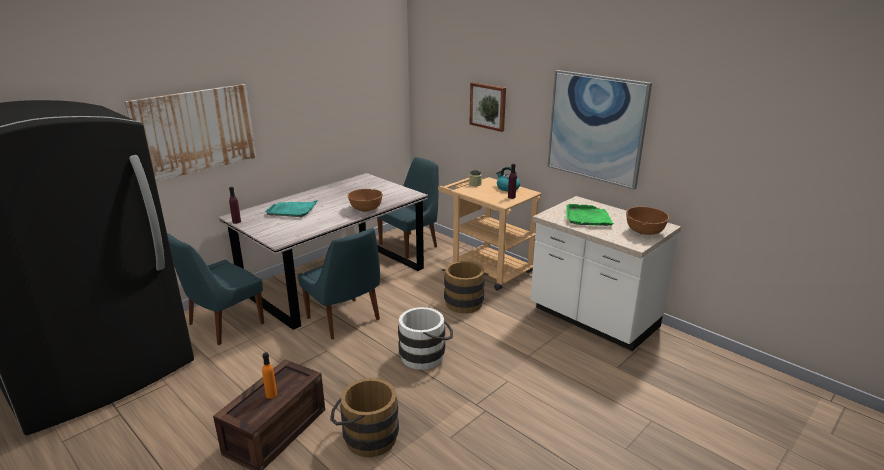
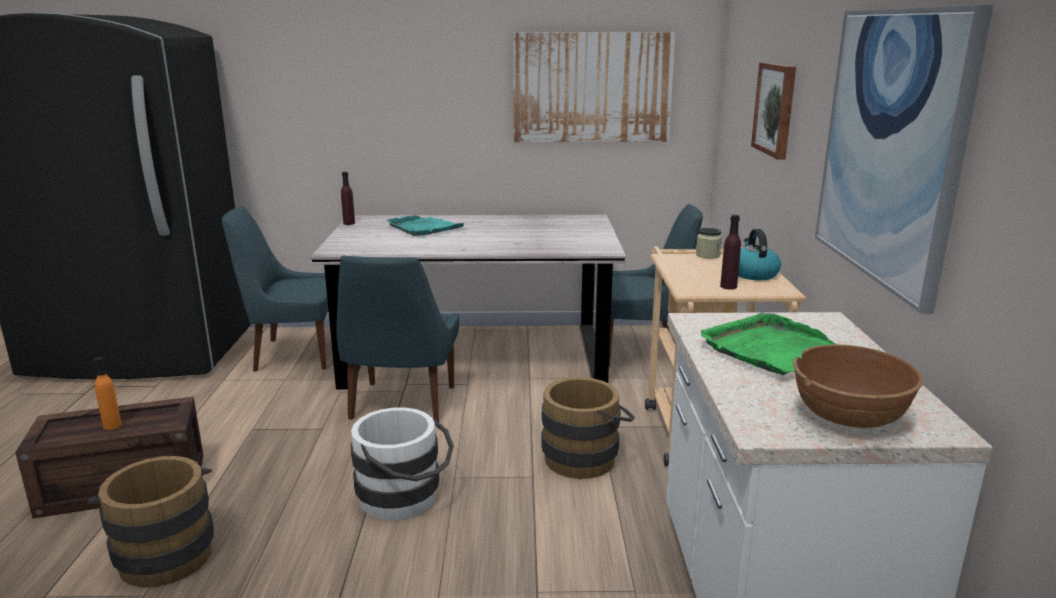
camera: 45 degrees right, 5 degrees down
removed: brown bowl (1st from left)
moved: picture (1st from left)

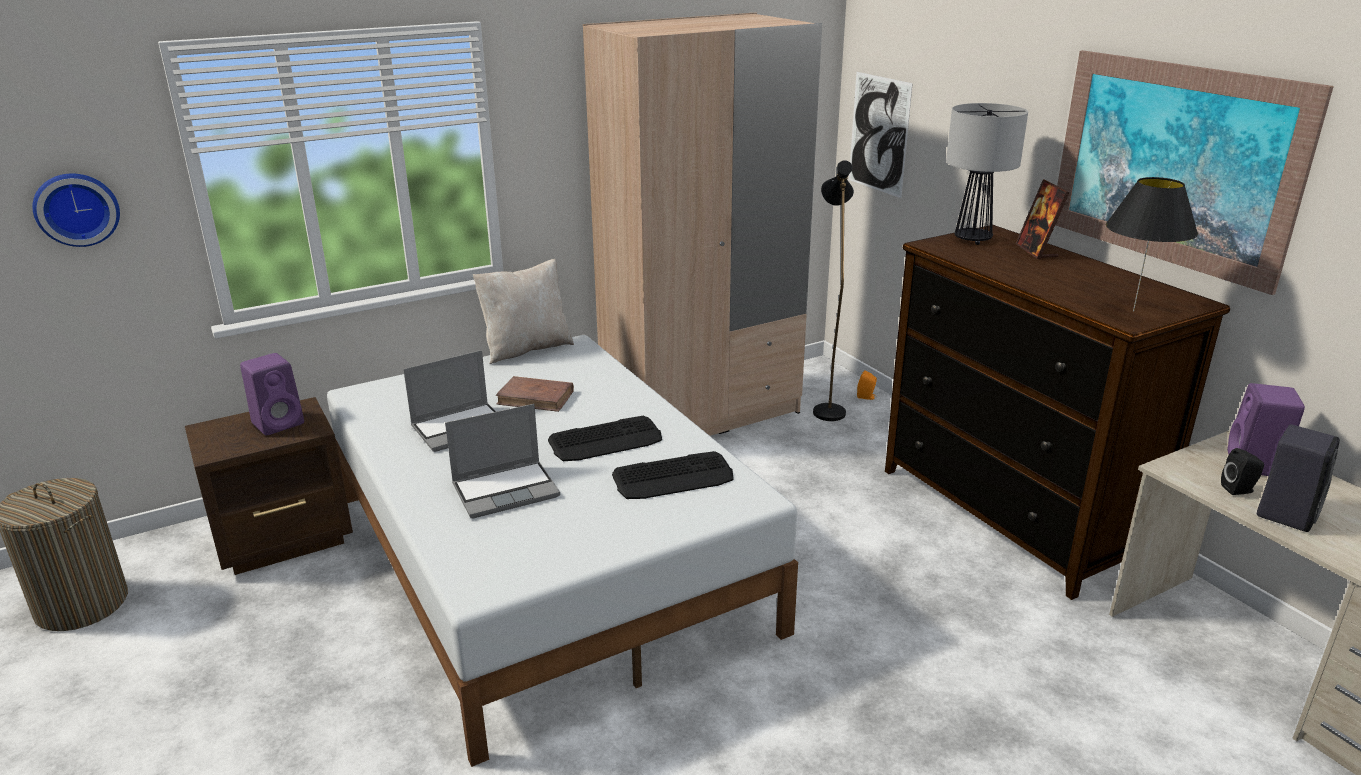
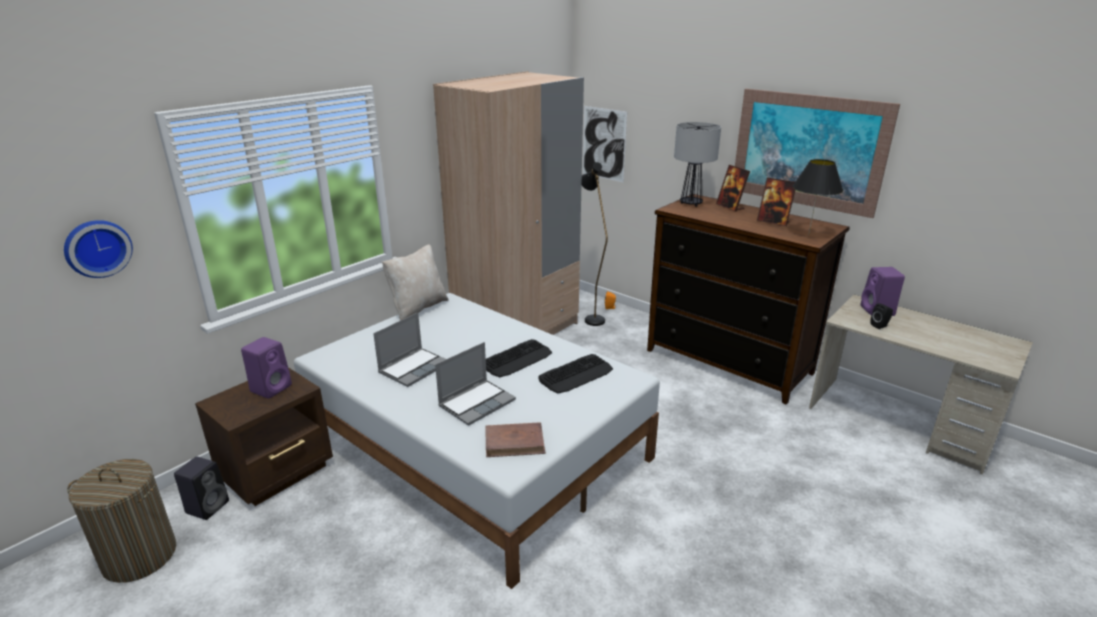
camera: 20 degrees left, 0 degrees up
added: picture frame (2nd from left)
moved: black speaker (2nd from left in the first image) to black speaker (1st from left); brown book

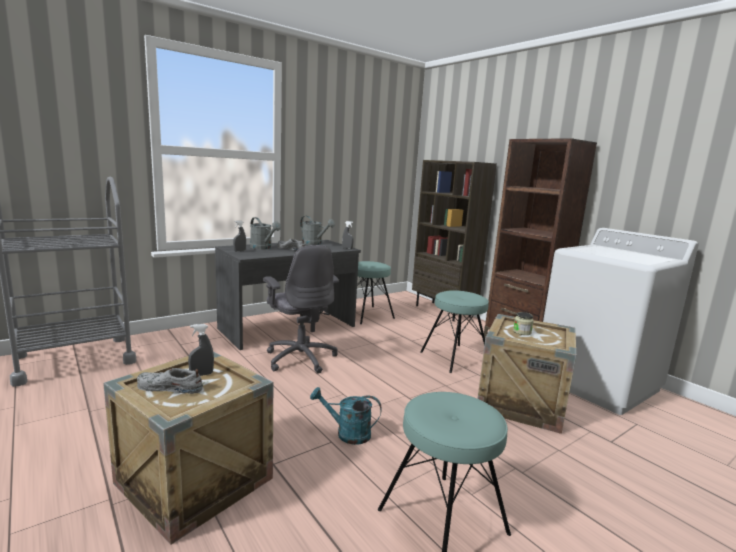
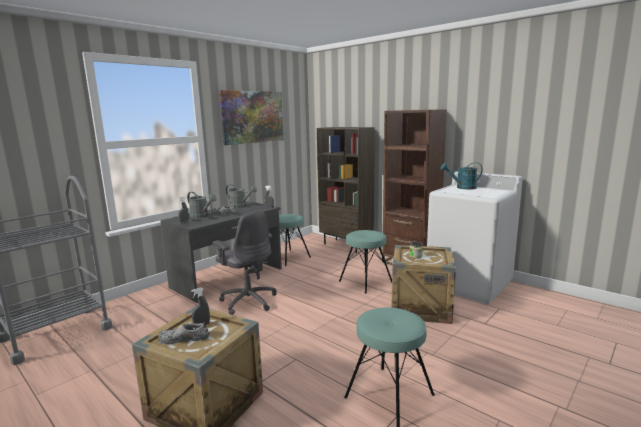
camera: 10 degrees left, 0 degrees up
added: picture
moved: turquoise watering can

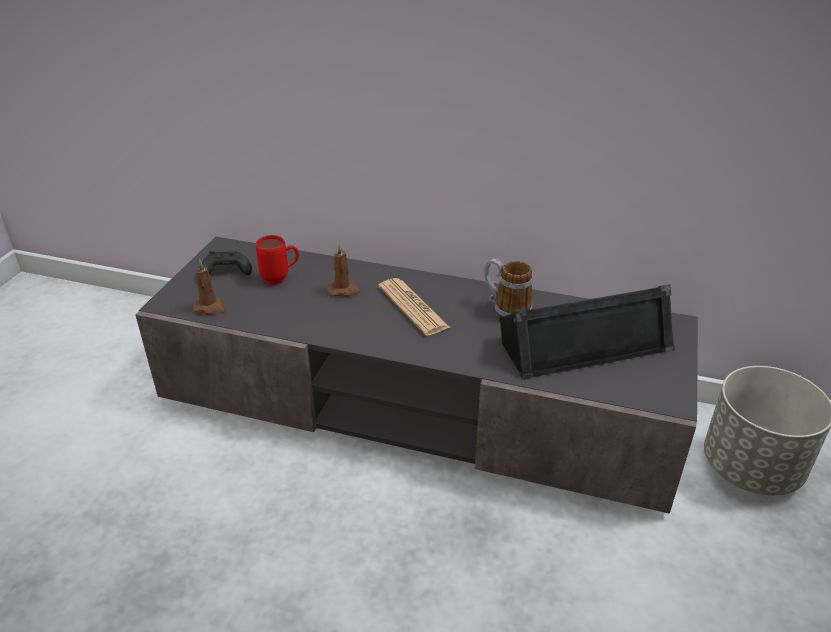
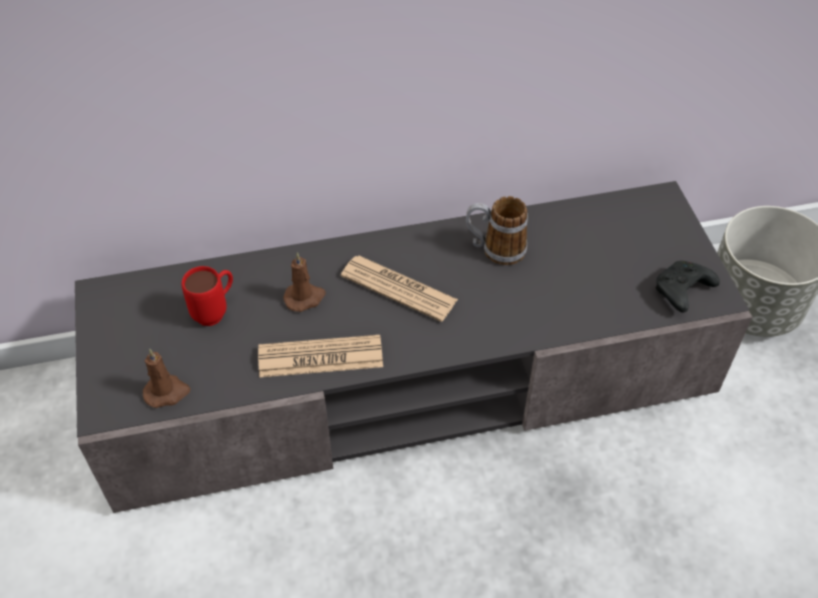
camera: 30 degrees left, 15 degrees up
removed: black speaker
added: newspaper (1st from left)
moved: black game controller

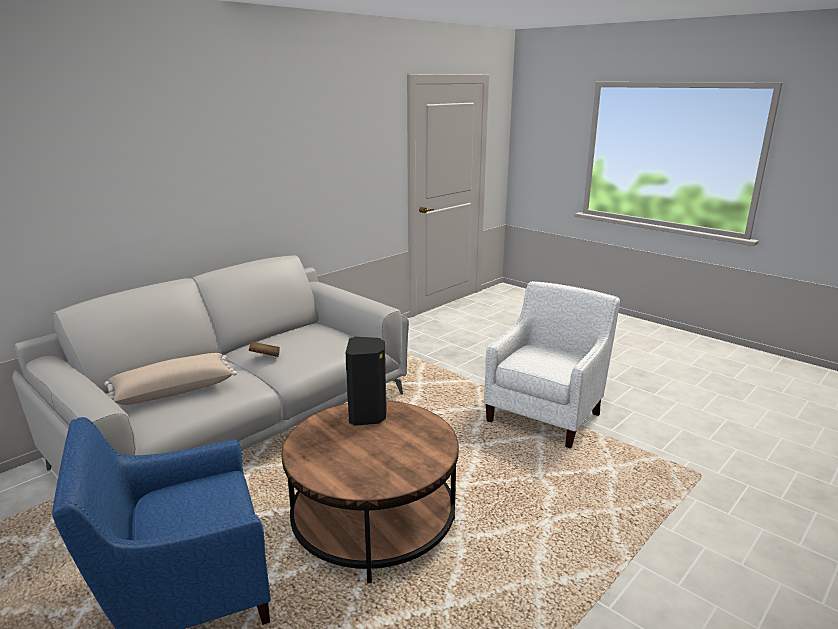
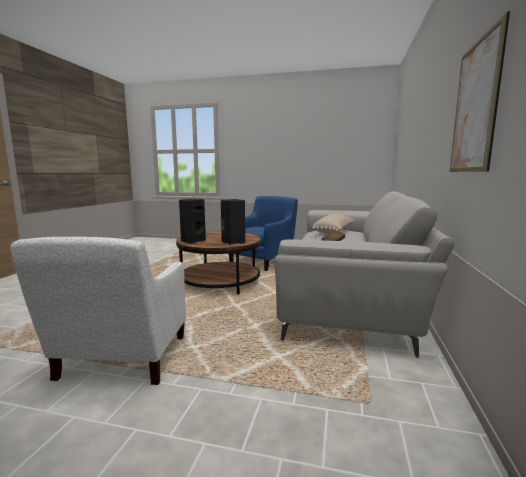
camera: 150 degrees right, 10 degrees down
added: black speaker (1st from left); picture

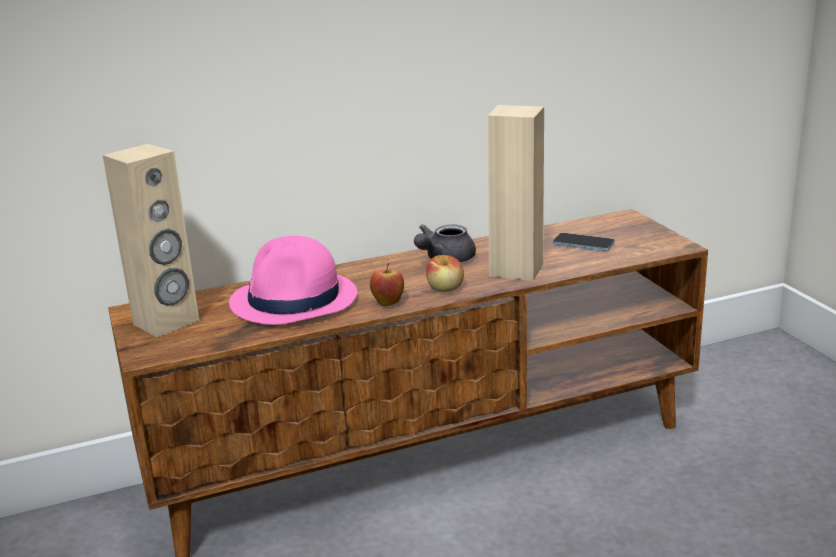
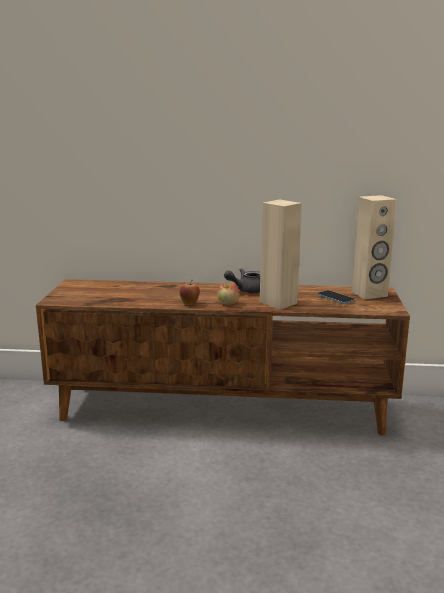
camera: 25 degrees right, 5 degrees down
removed: pink hat
moved: beige speaker (1st from left in the first image) to beige speaker (2nd from left)

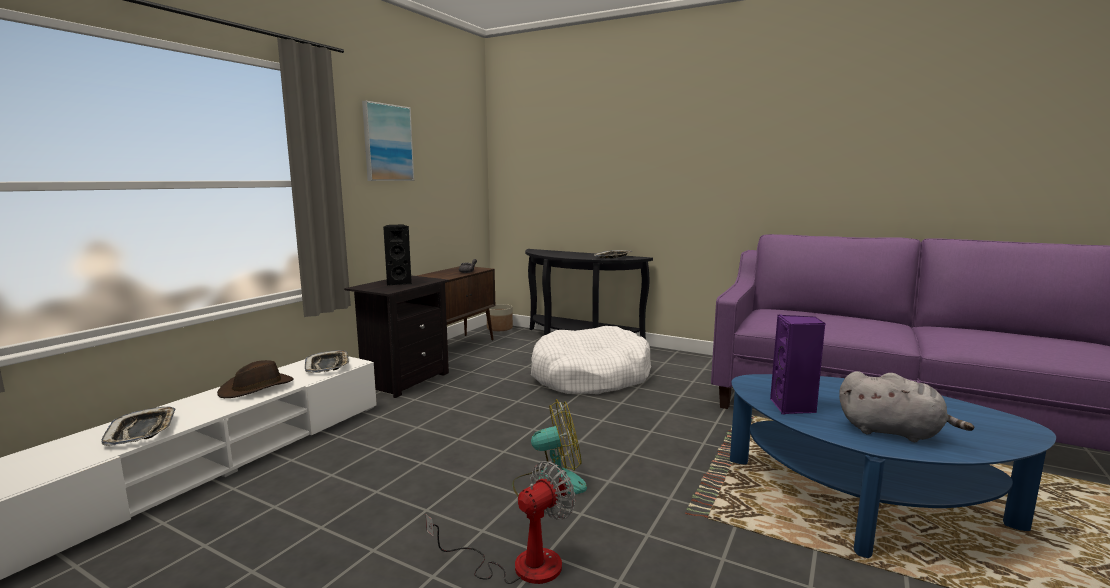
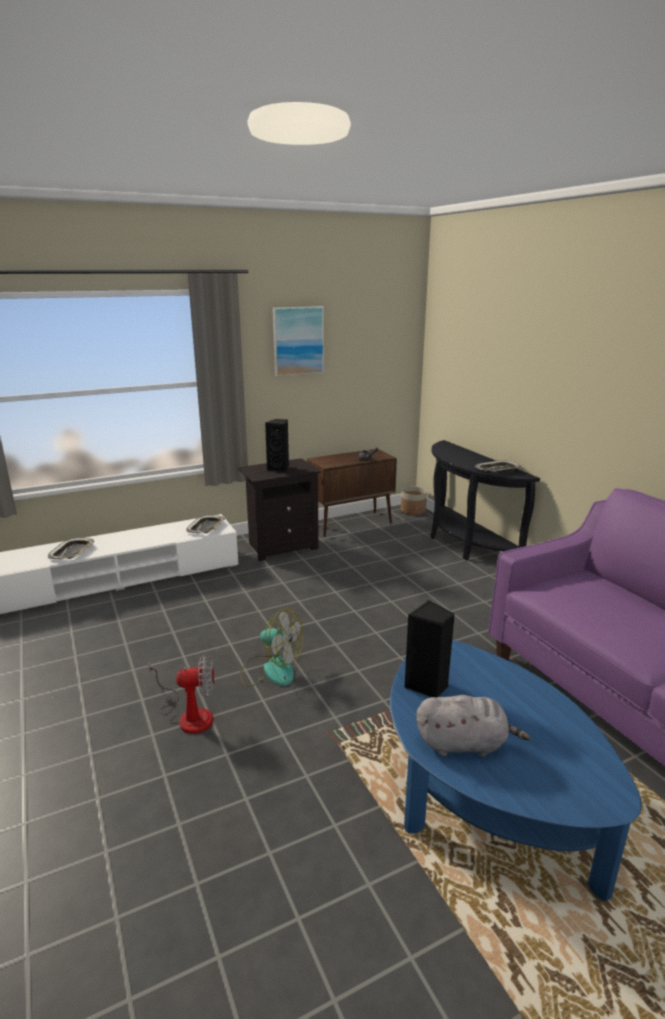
camera: 35 degrees right, 10 degrees up
removed: brown hat; white dog bed
recoloured: purple speaker to black speaker (2nd from left)
turned: grey plush toy 60 degrees counterclockwise

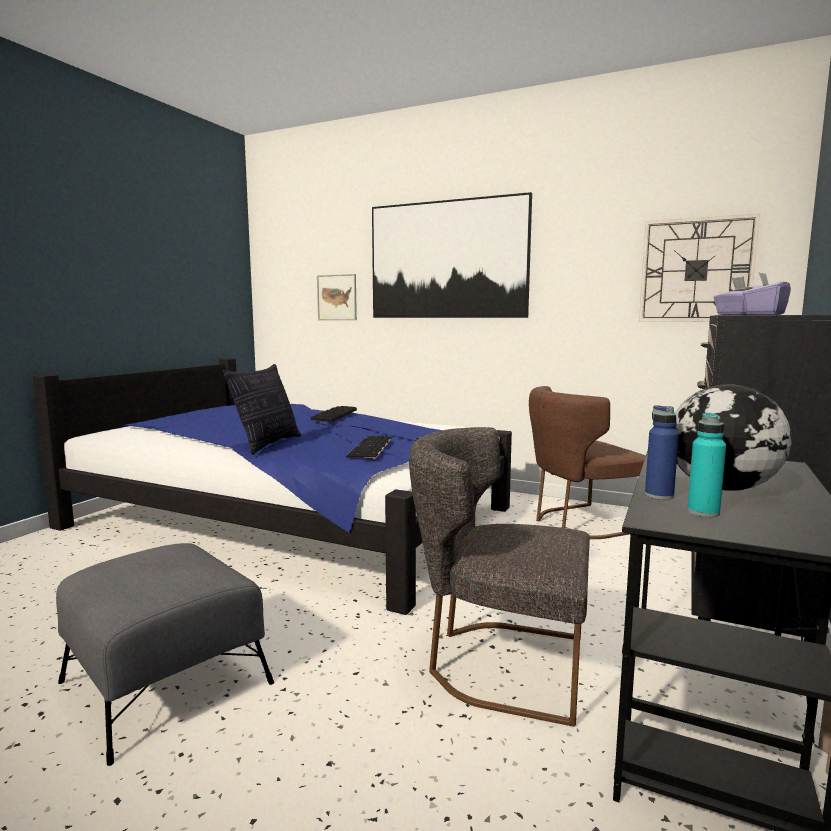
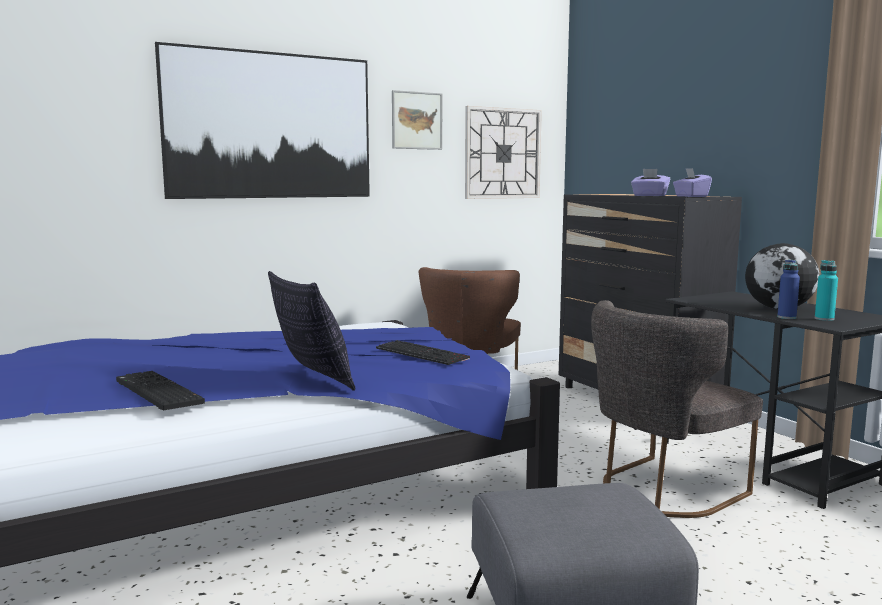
camera: 55 degrees left, 0 degrees up
moved: keyboard (1st from left); picture (1st from left in the first image) to picture (2nd from left)

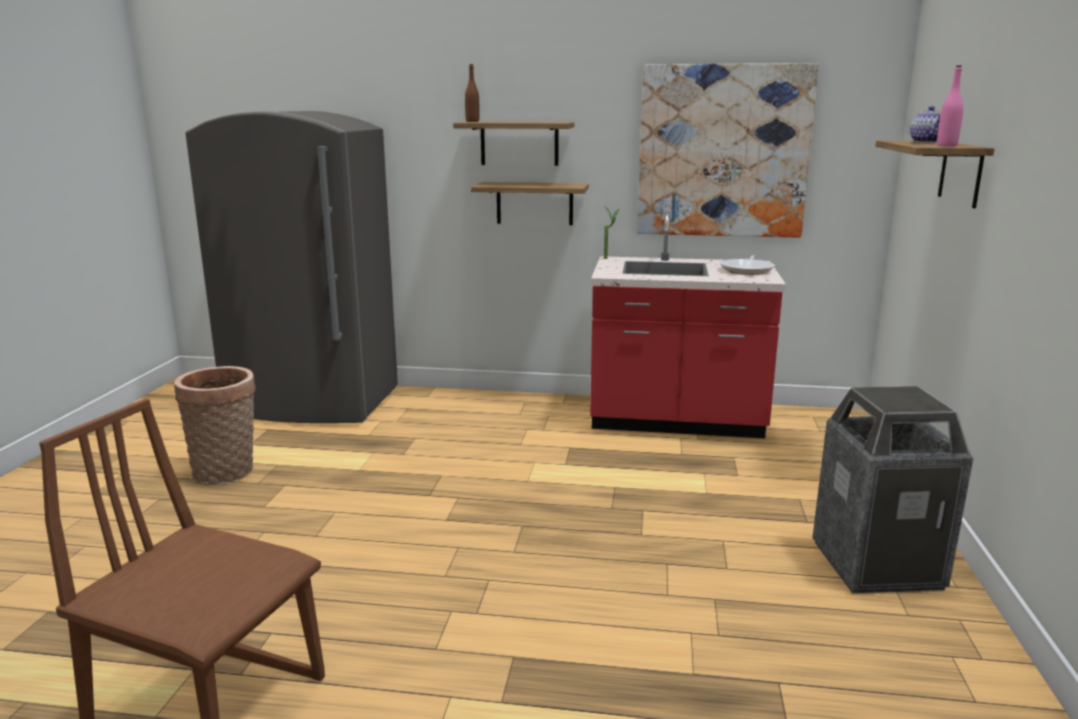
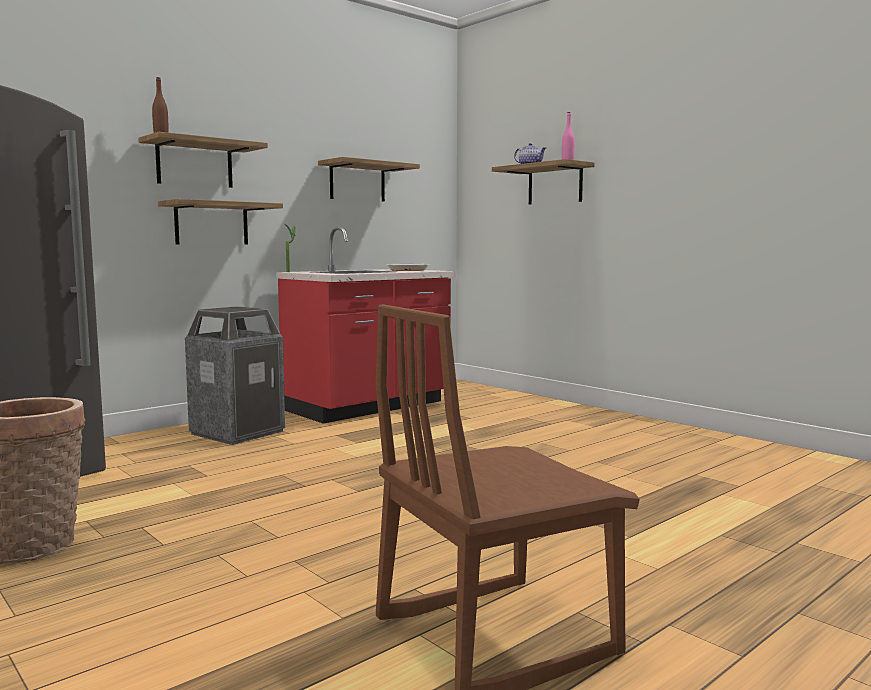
camera: 50 degrees left, 10 degrees down
moved: trash can
replaced: picture to shelf (3rd from left)

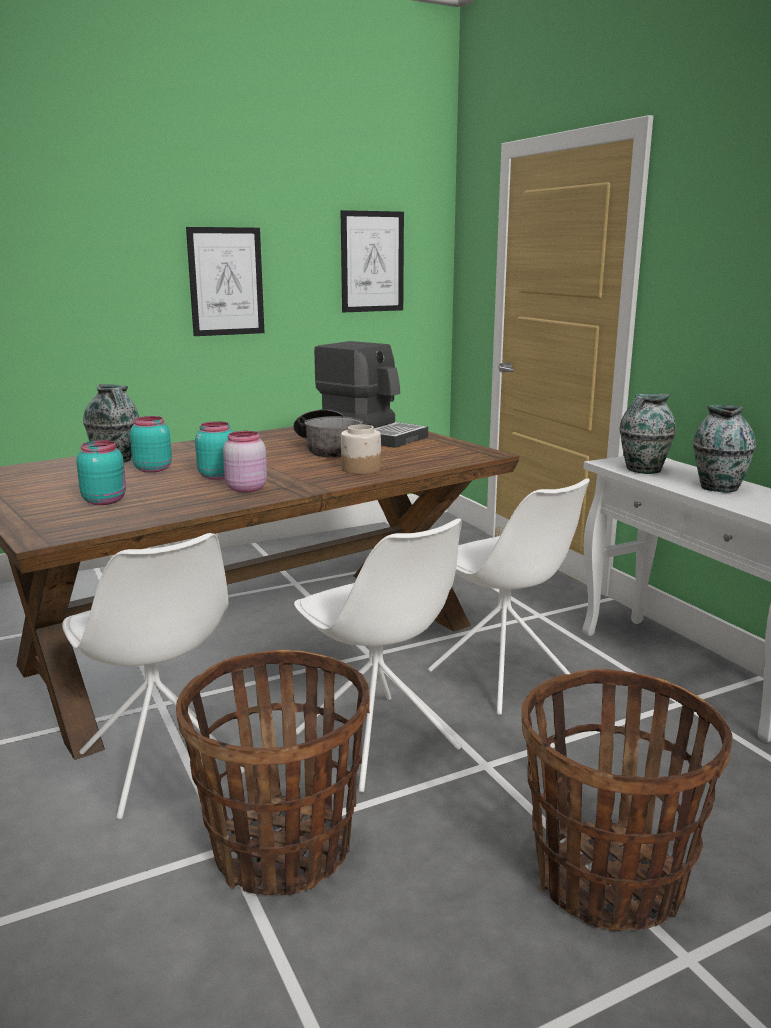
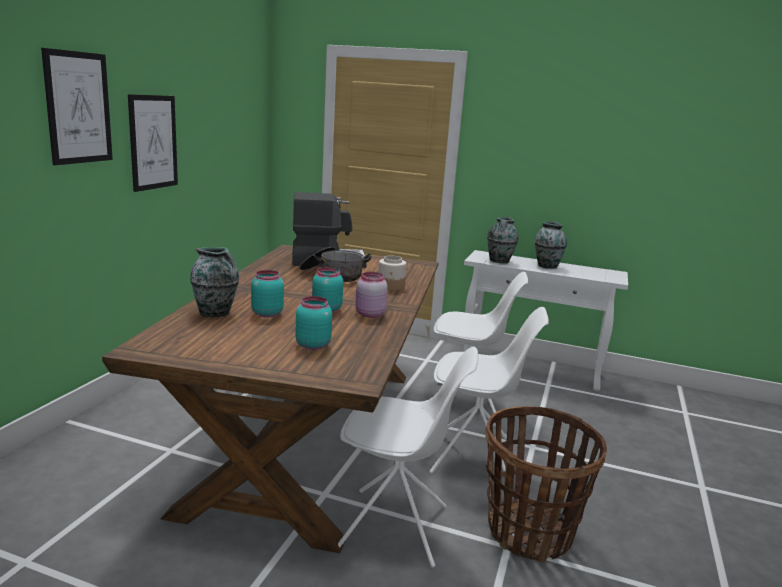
camera: 45 degrees left, 0 degrees up
removed: basket (2nd from left)
moved: picture (2nd from left in the first image) to picture (1st from left)

